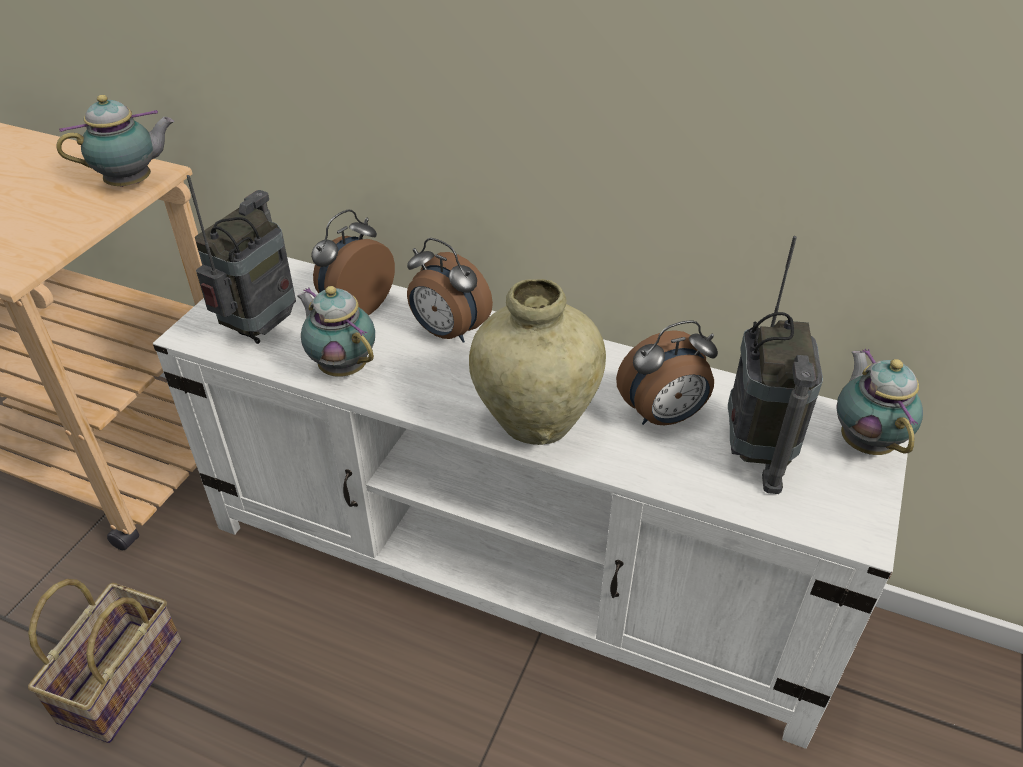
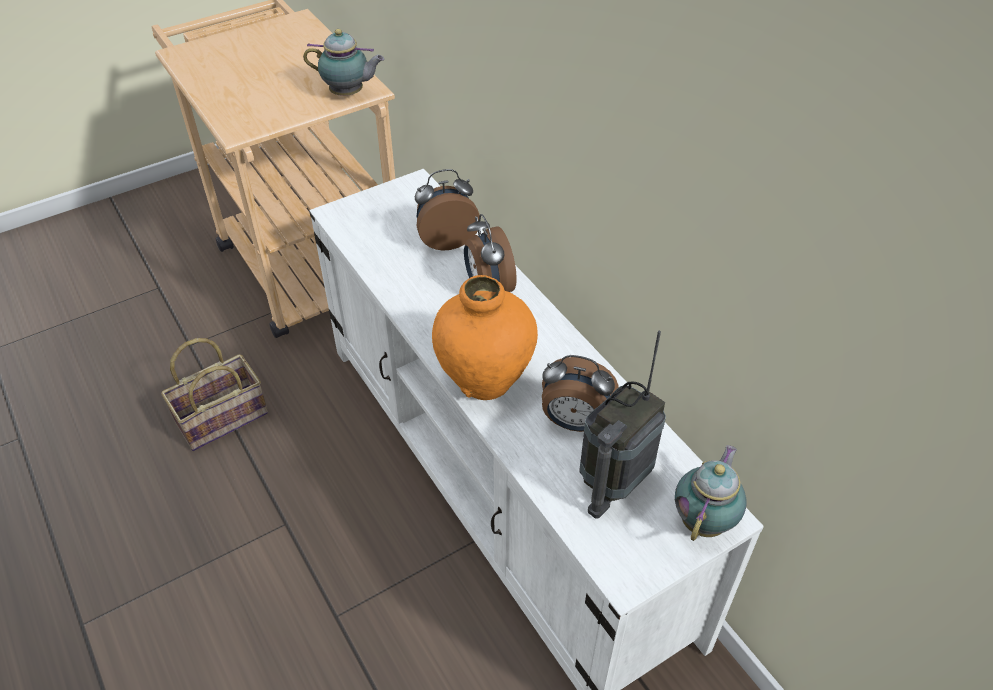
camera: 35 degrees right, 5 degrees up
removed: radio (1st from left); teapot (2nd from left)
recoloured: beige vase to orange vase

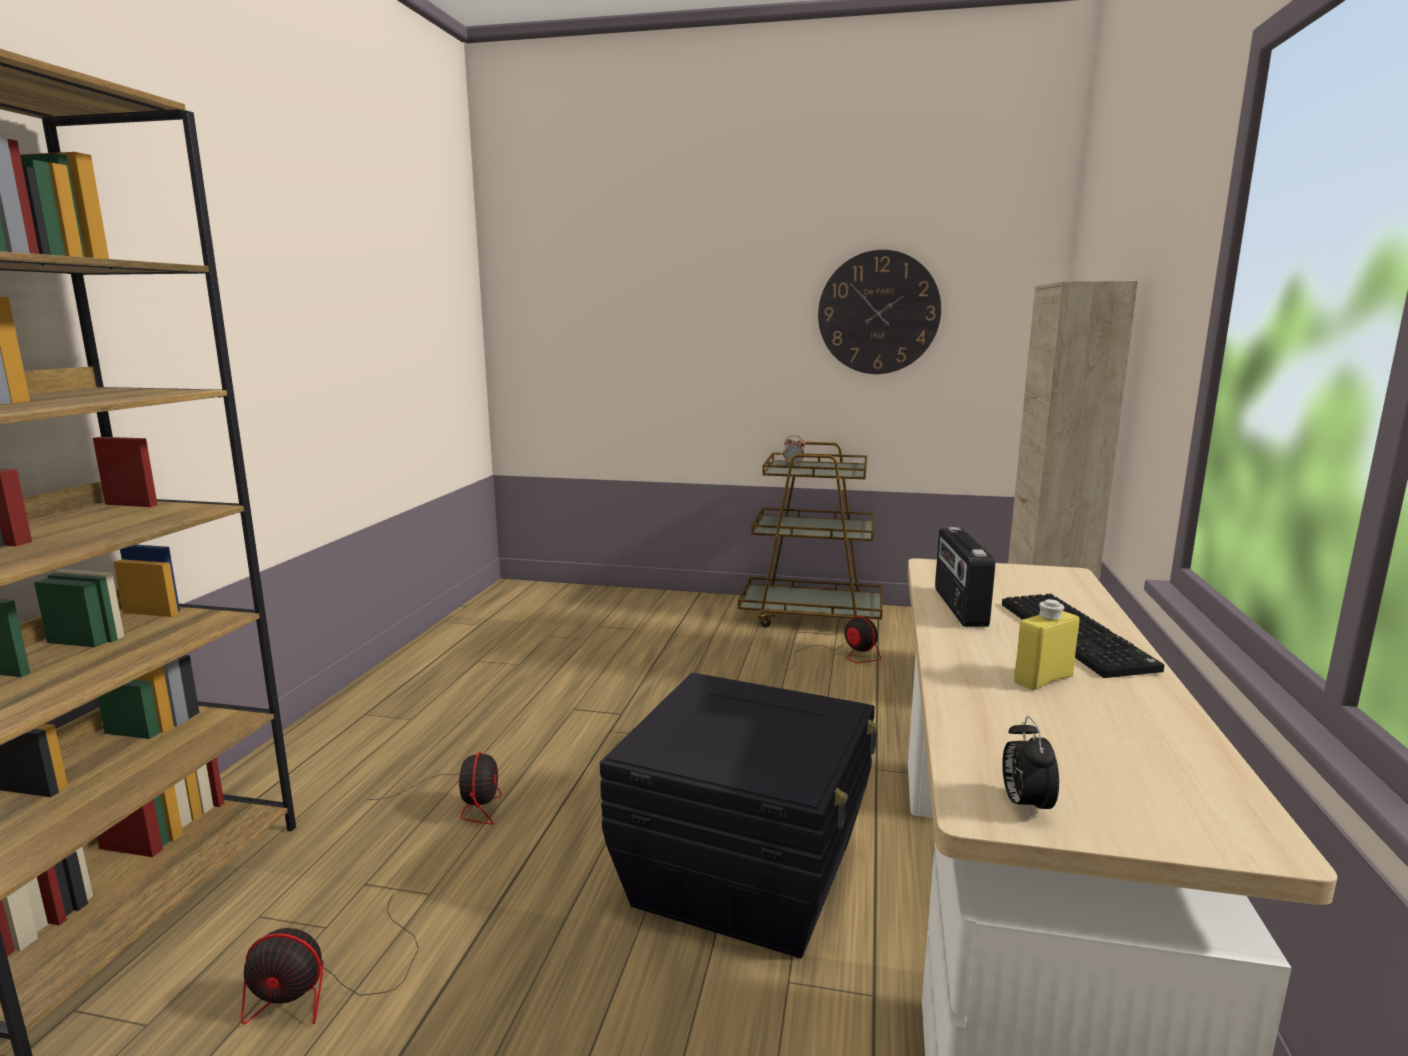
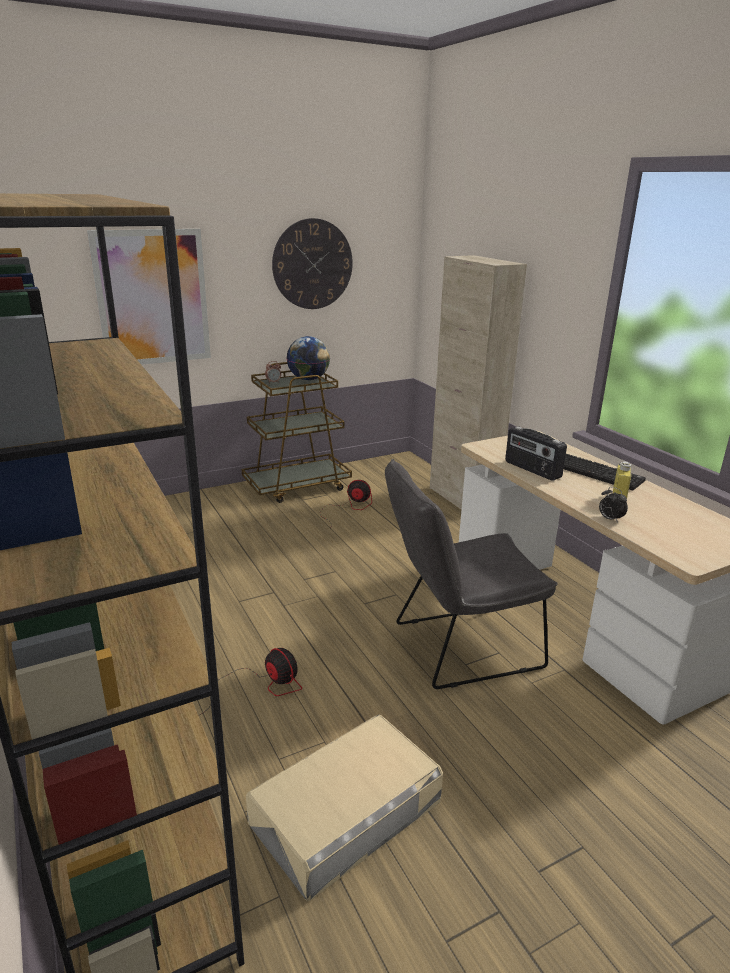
camera: 40 degrees left, 10 degrees up
added: picture; globe
moved: alarm clock (2nd from left)
replaced: fan (1st from left) to beige storage box; black storage box to grey chair

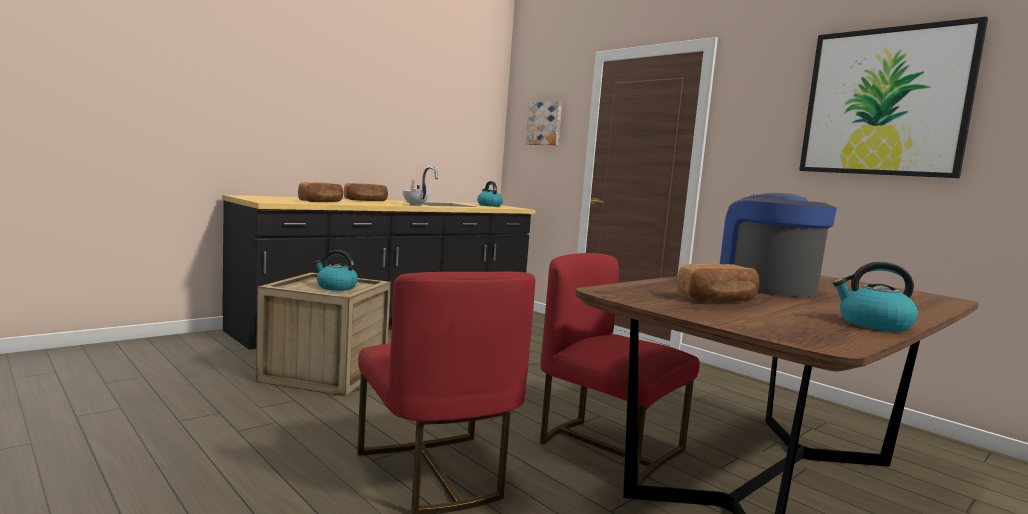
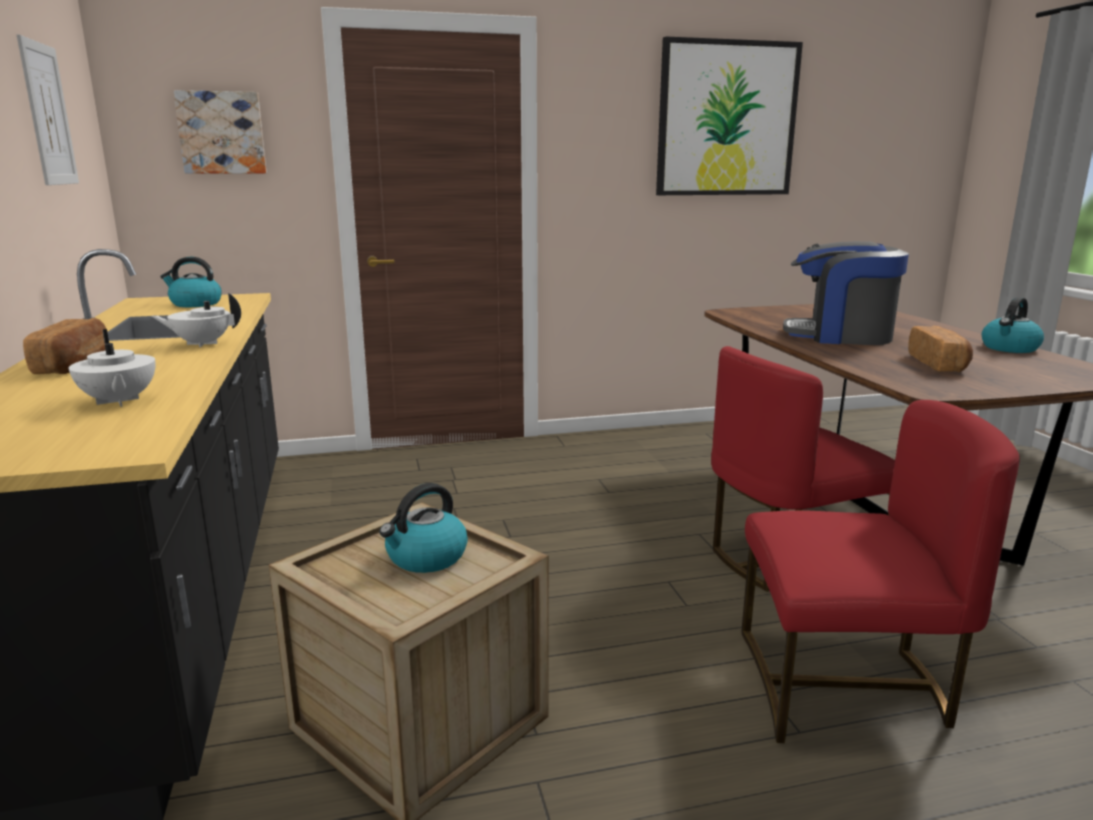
camera: 60 degrees left, 10 degrees up
added: picture (1st from left)
replaced: bread (1st from left) to white teapot (1st from left)

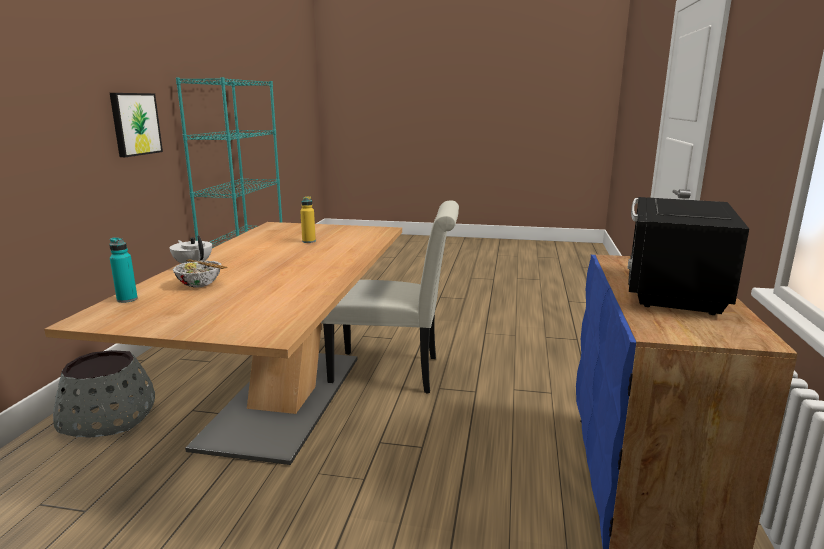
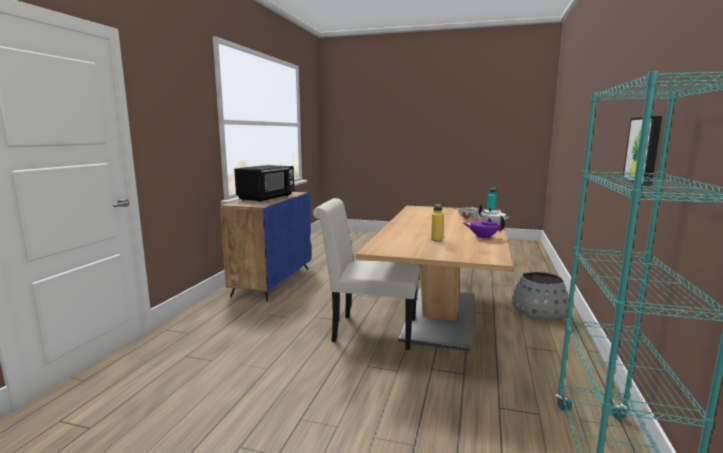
camera: 175 degrees left, 5 degrees down
added: purple teapot

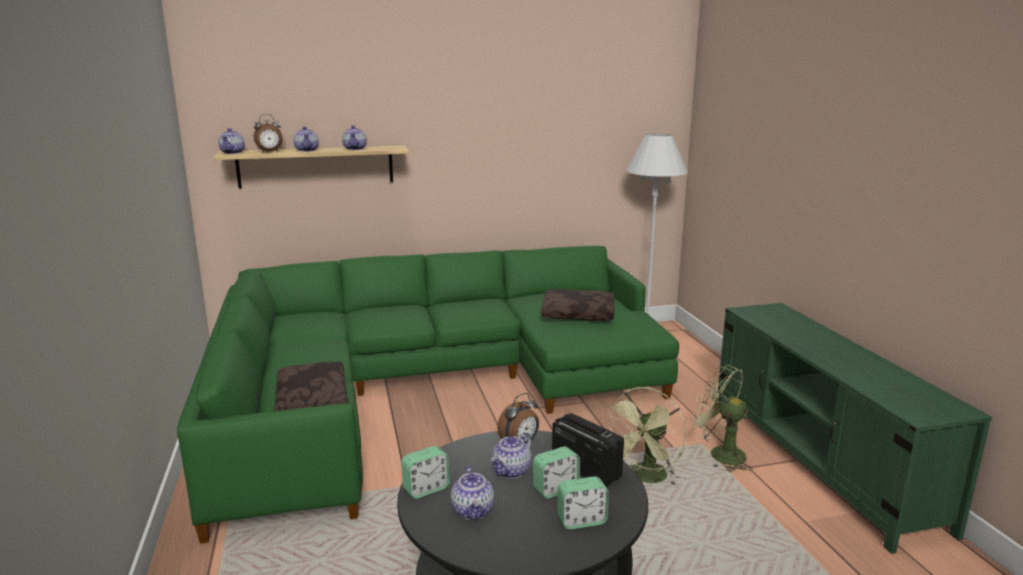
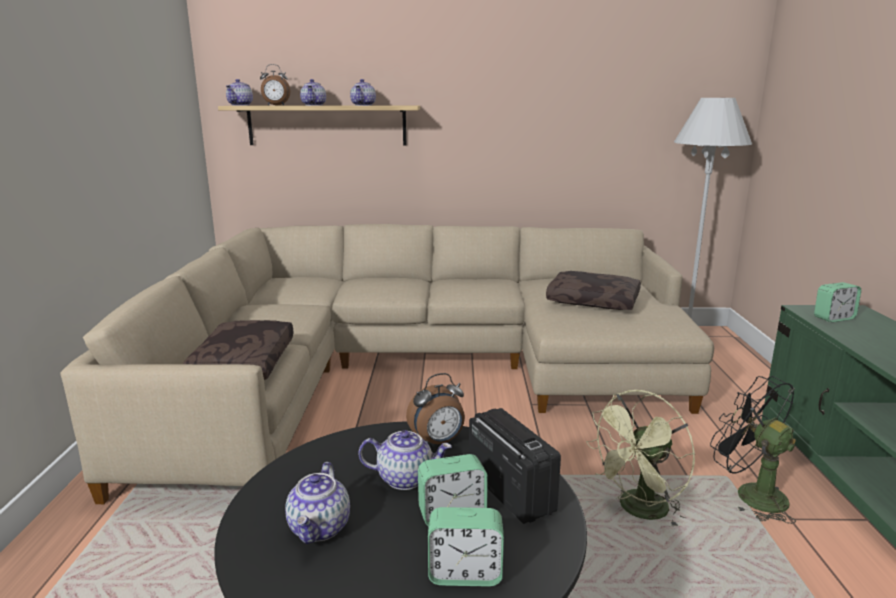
camera: 15 degrees right, 0 degrees up
moved: alarm clock (2nd from left in the first image) to alarm clock (5th from left)
recoloured: green sofa to beige sofa; green fan (2nd from left) to black fan
turned: teapot (5th from left) 135 degrees counterclockwise

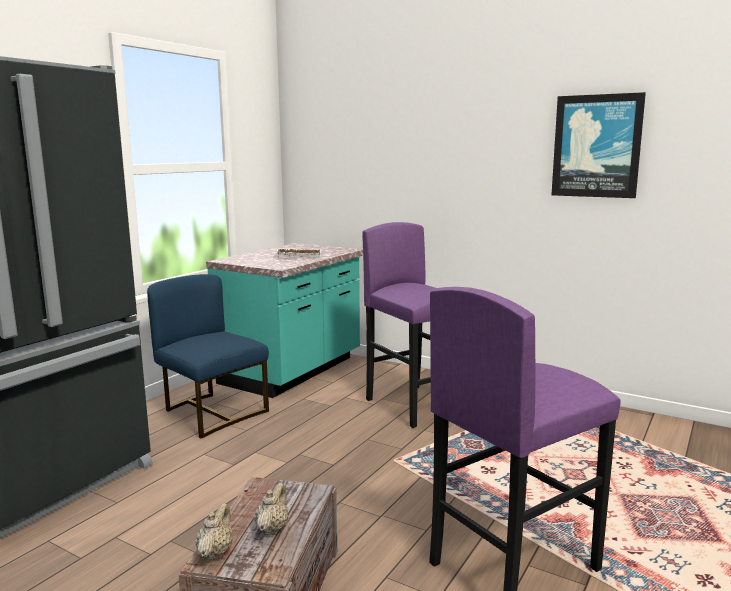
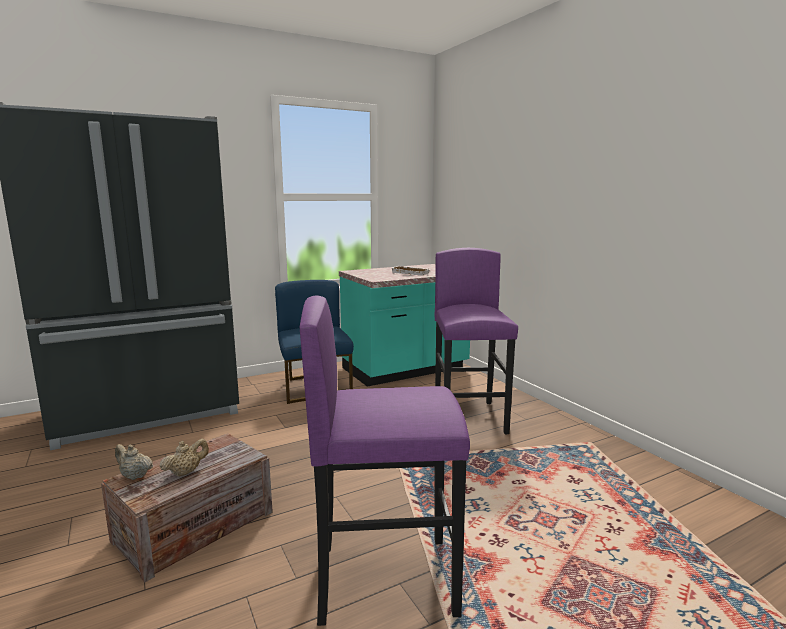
camera: 30 degrees right, 0 degrees up
removed: picture
turned: beige teapot (1st from left) 105 degrees counterclockwise

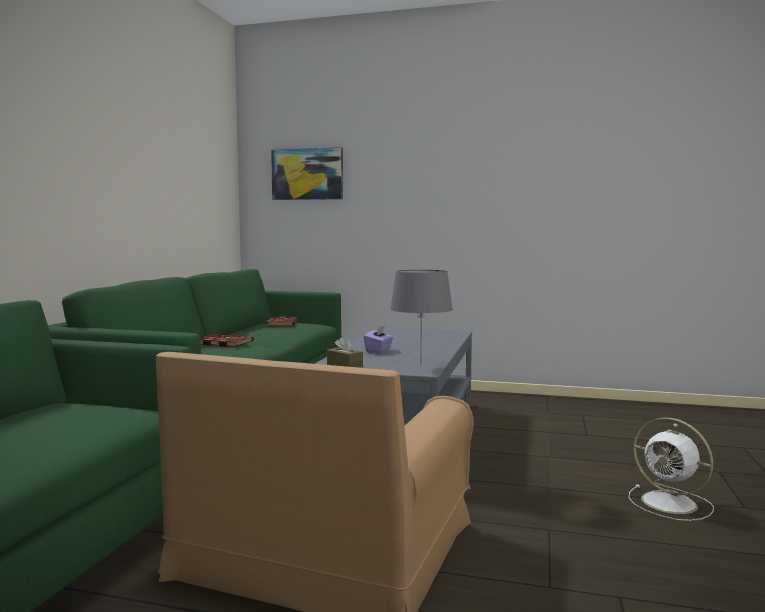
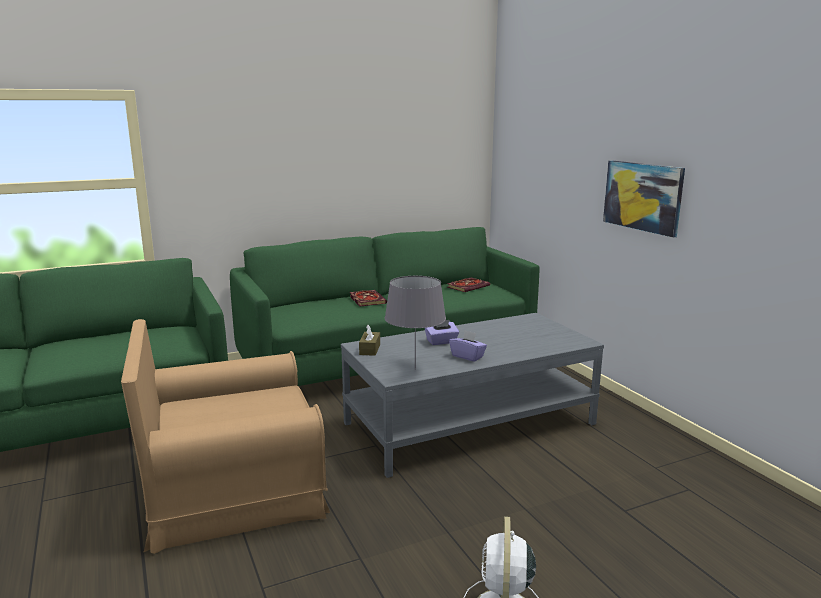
camera: 50 degrees right, 10 degrees up
added: purple tissue box (2nd from left)
moved: picture

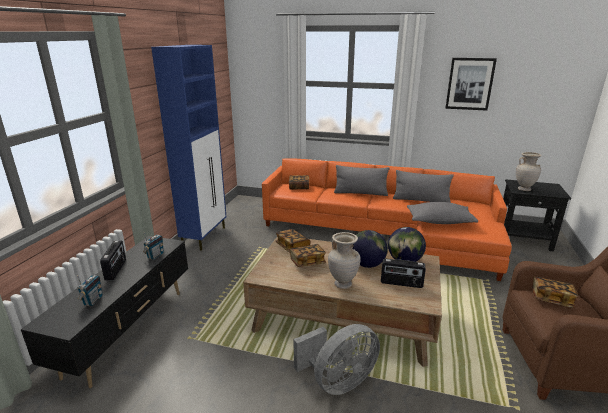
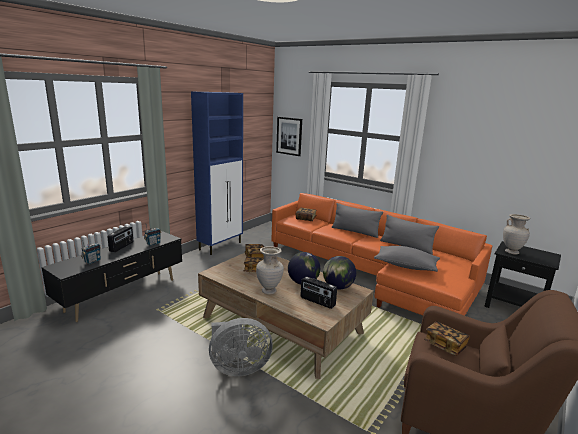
camera: 20 degrees right, 5 degrees down
moved: picture

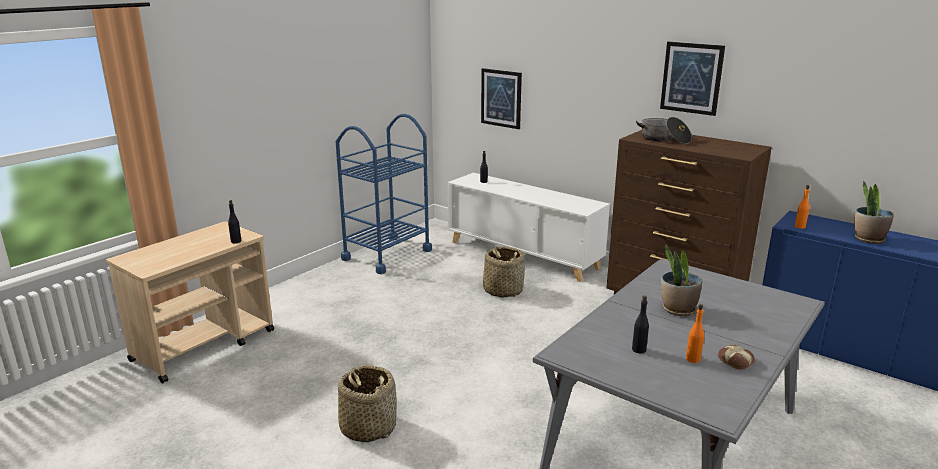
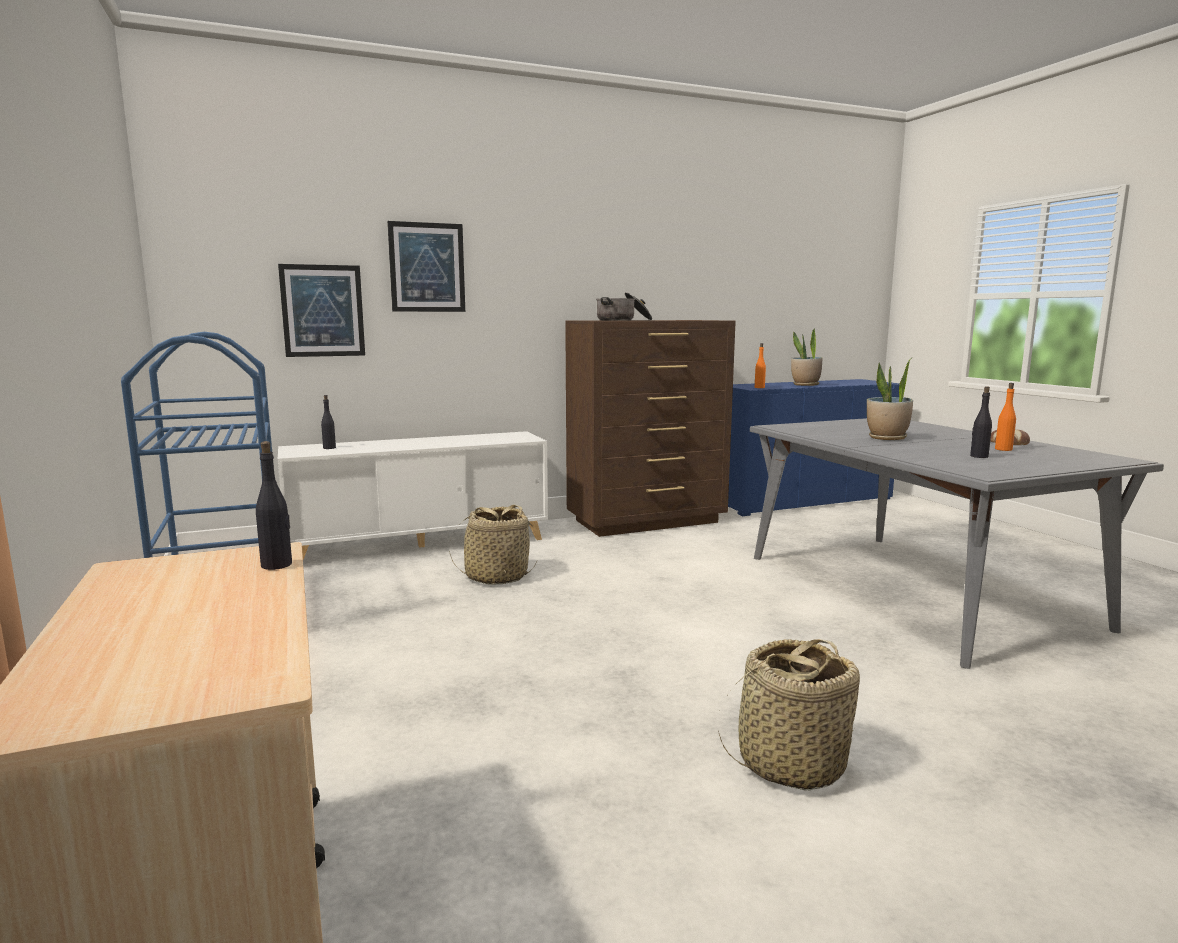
camera: 60 degrees left, 10 degrees down
moved: picture (2nd from left)

